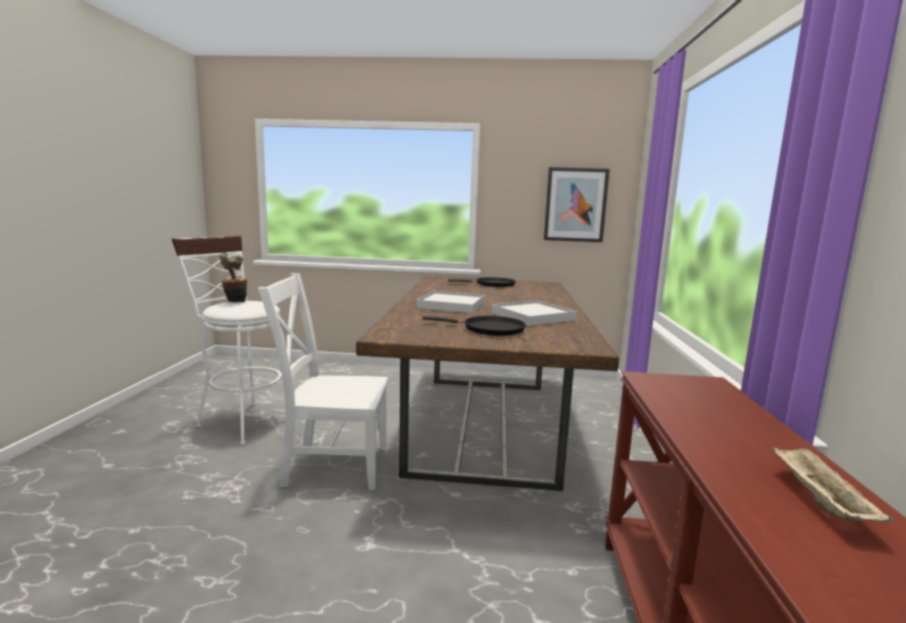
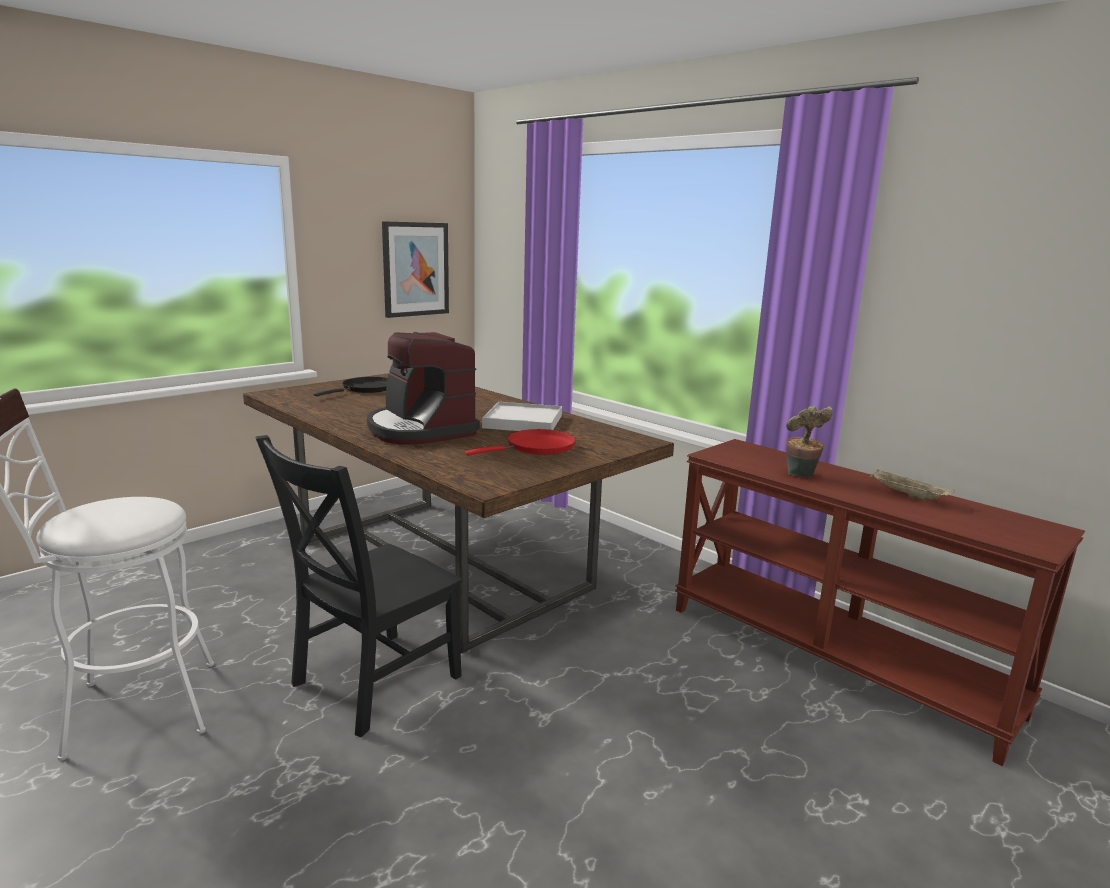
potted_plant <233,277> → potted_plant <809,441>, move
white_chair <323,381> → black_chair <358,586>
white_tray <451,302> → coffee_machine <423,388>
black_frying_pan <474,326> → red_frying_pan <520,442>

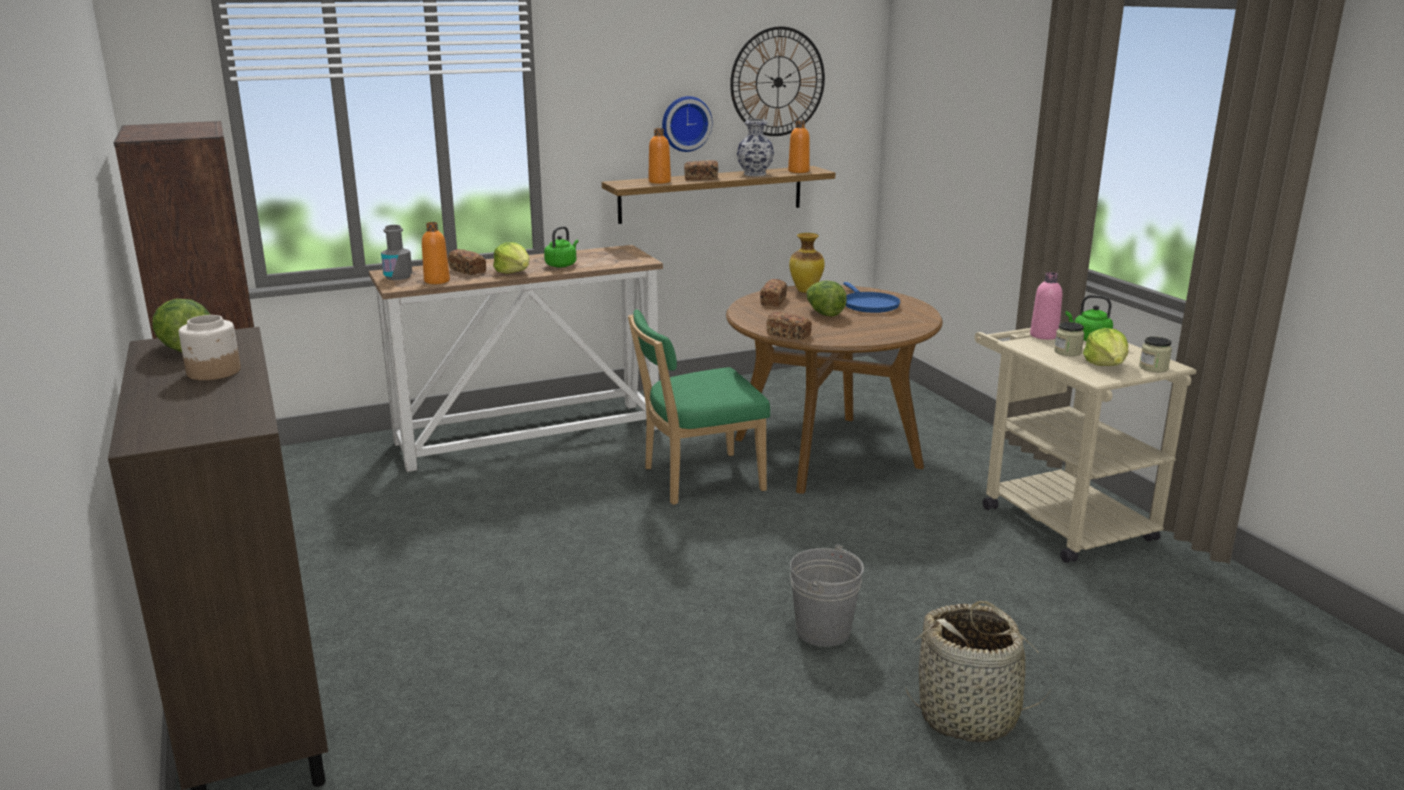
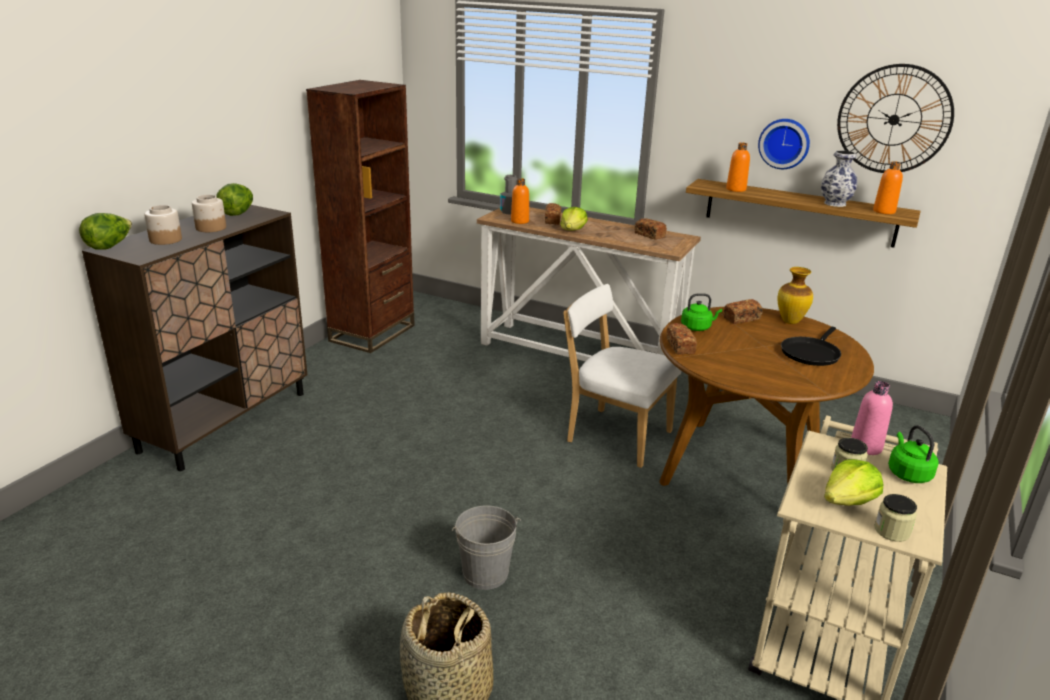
bread <701,170> → bread <651,228>, move
green_kettle <561,247> → green_kettle <701,312>, move
lettuce <826,298> → lettuce <105,231>, move
blue_frying_pan <872,297> → black_frying_pan <811,346>
green_chair <699,407> → white_chair <622,376>
- → jar <163,225>

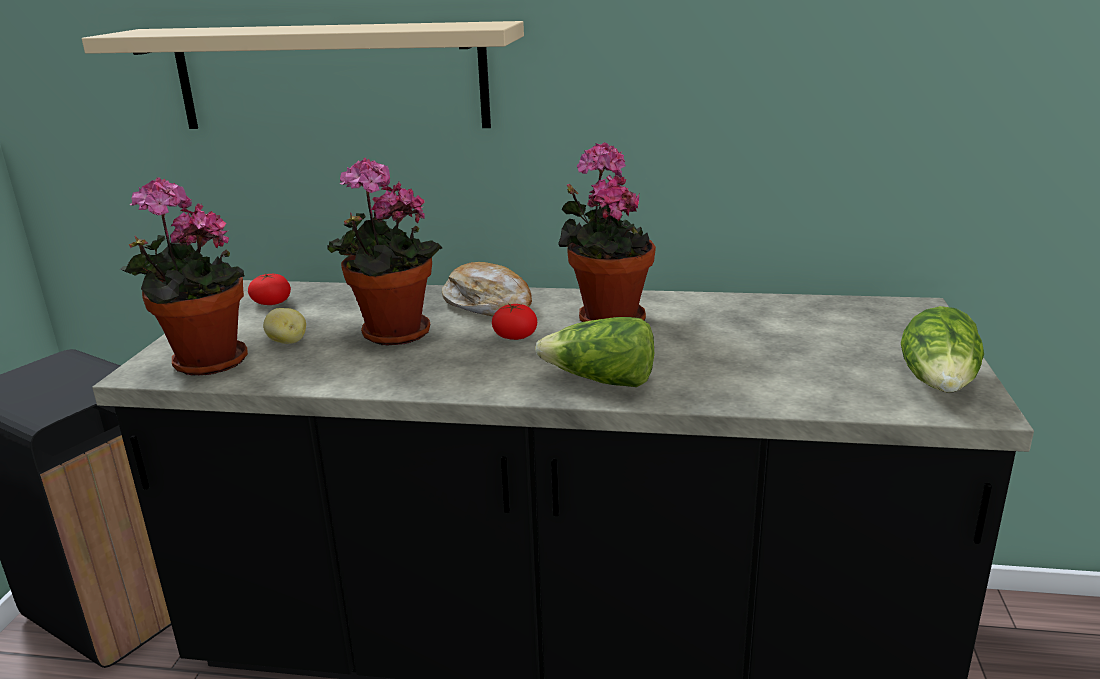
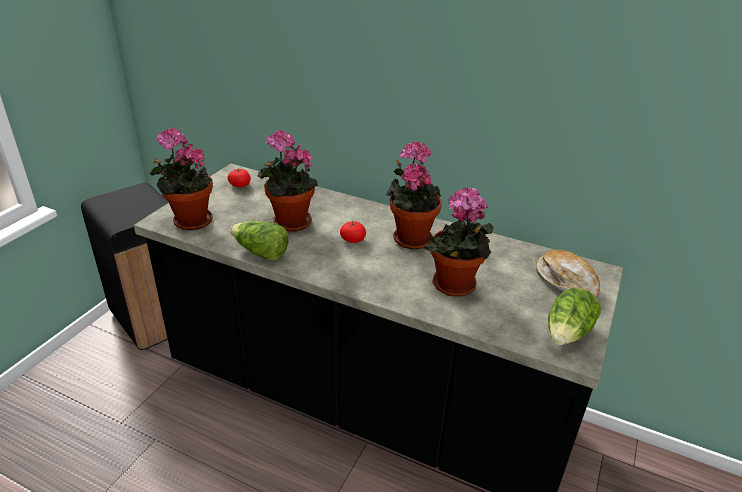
beige_shelf <303,75> → -
bread <487,289> → bread <568,273>, move
potato <284,326> → -
lettuce <594,352> → lettuce <259,241>, move
- → potted_plant <458,241>

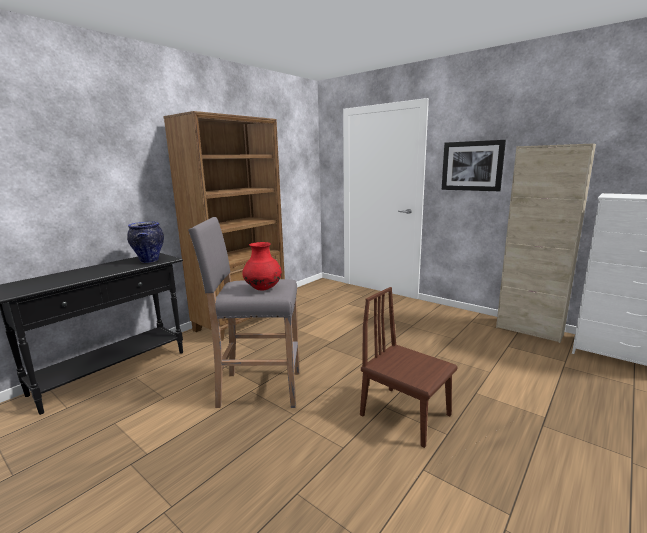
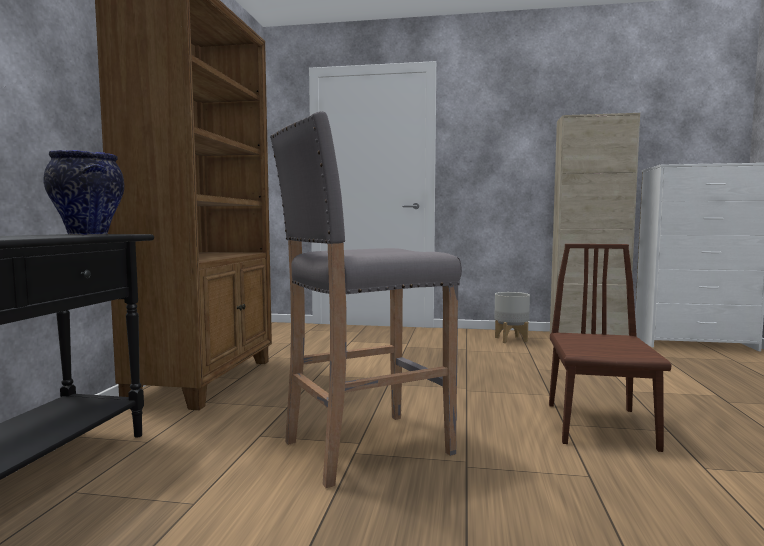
picture <474,165> → -
red_vase <262,266> → -
brown_chair <409,367> → brown_chair <610,348>, 90 degrees clockwise
- → grey_planter <512,317>

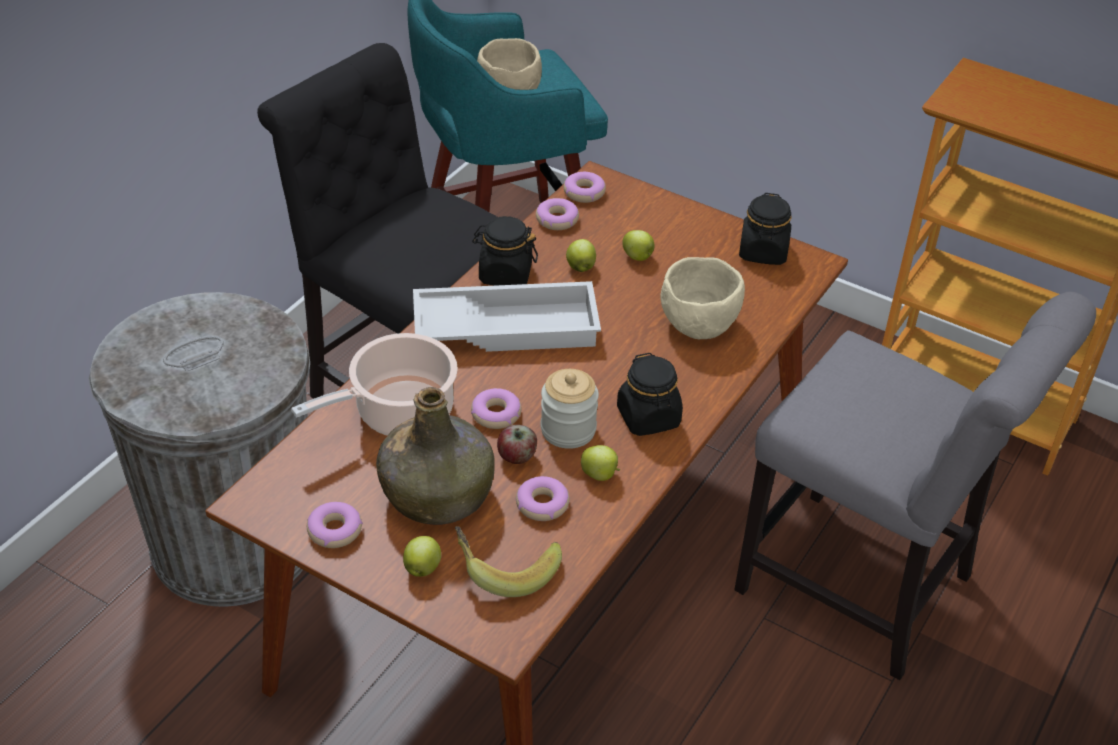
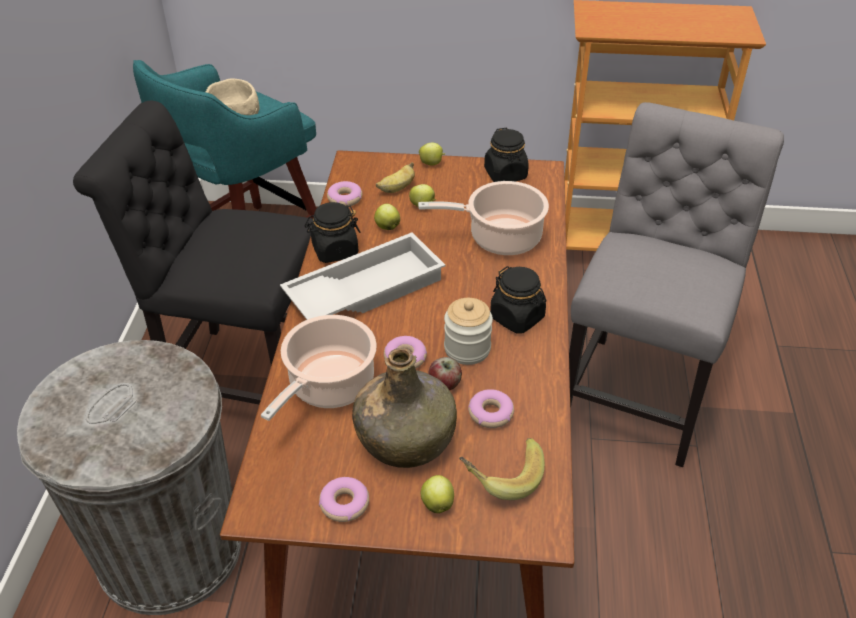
donut <584,187> → -
beige_bowl <702,298> → cooking_pot <483,218>
grey_chair <915,486> → grey_chair <676,284>, 75 degrees counterclockwise
apple <600,463> → apple <432,153>, move
- → banana <395,177>

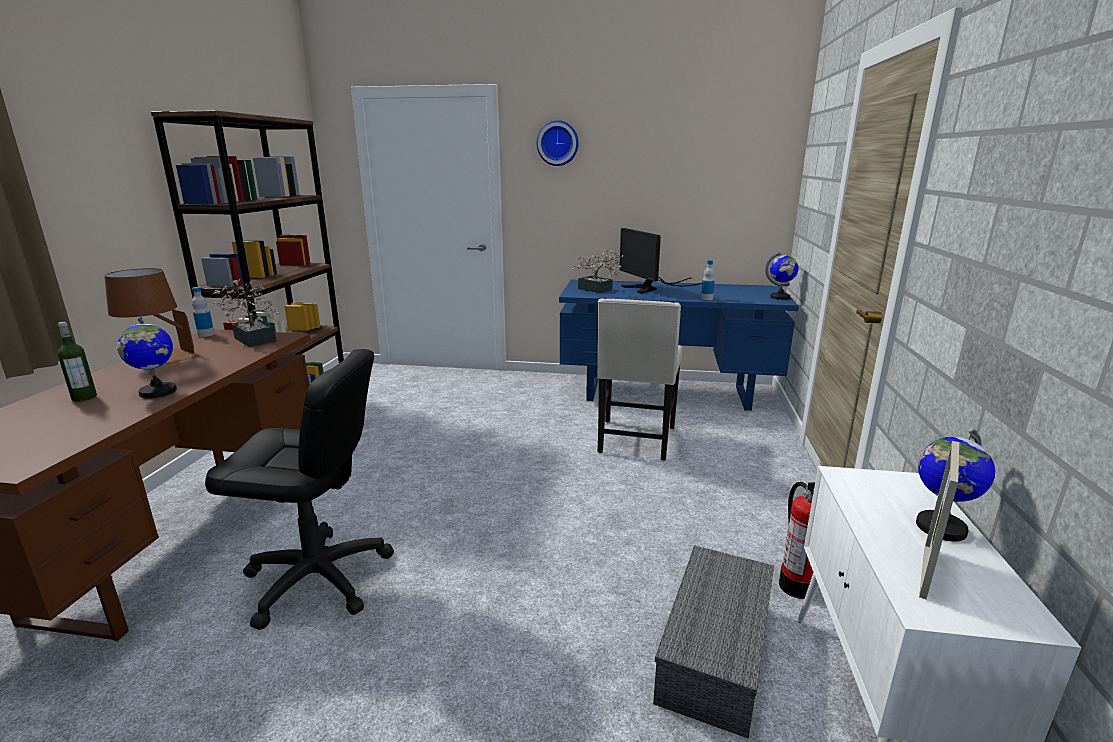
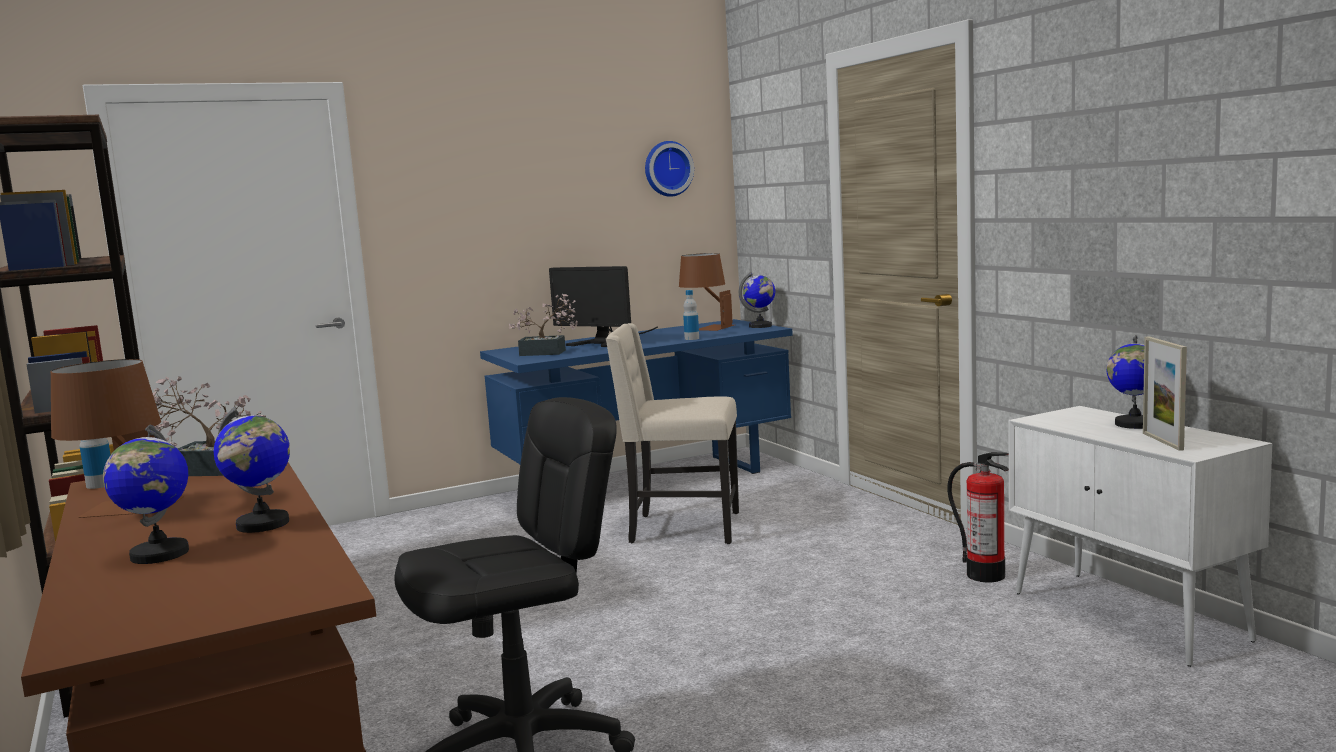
wall_clock <558,143> → wall_clock <669,169>, move
beige_chair <639,379> → beige_chair <672,433>, 120 degrees clockwise
bottle <77,362> → globe <146,494>
grey_storage_box <713,642> → -
- → brown_table_lamp <706,292>

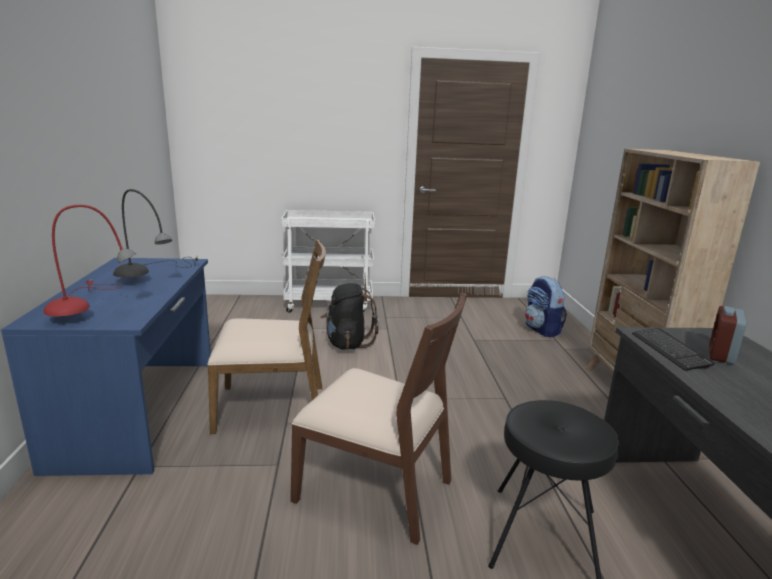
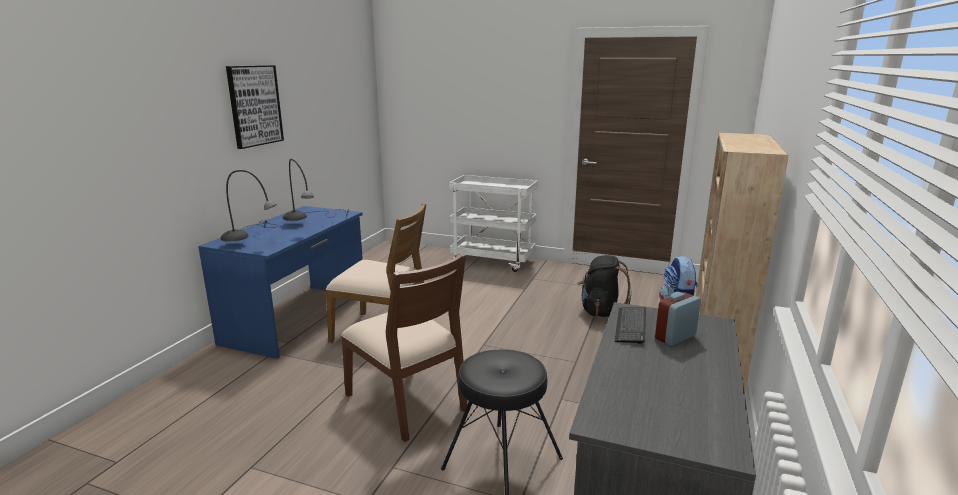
red_table_lamp <90,261> → grey_table_lamp <249,206>
black_backpack <350,316> → black_backpack <604,286>, move
- → picture <255,107>

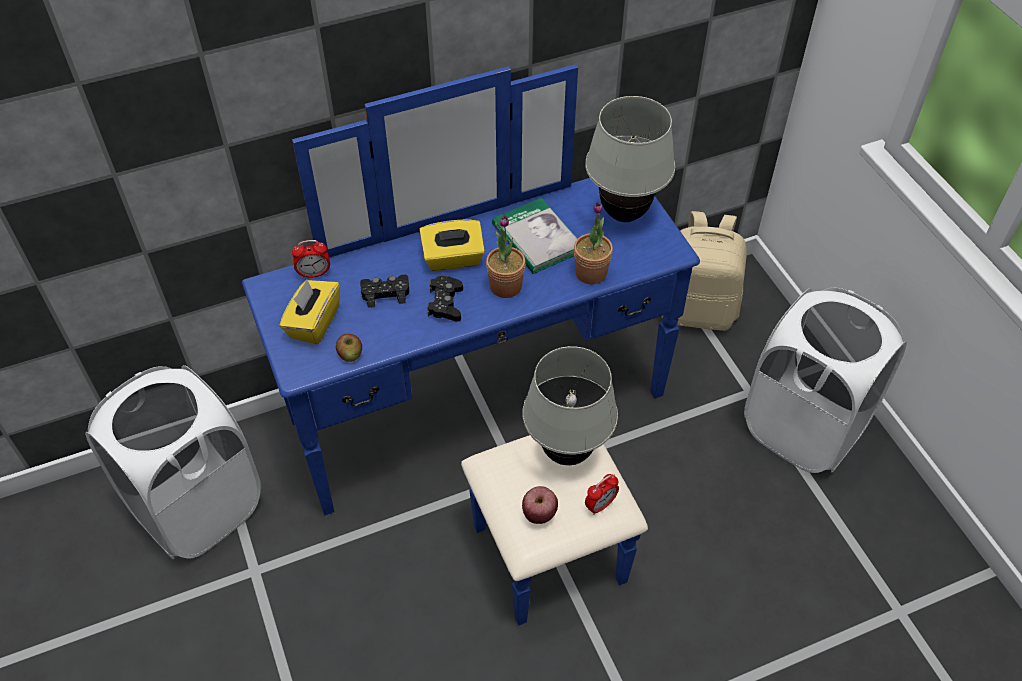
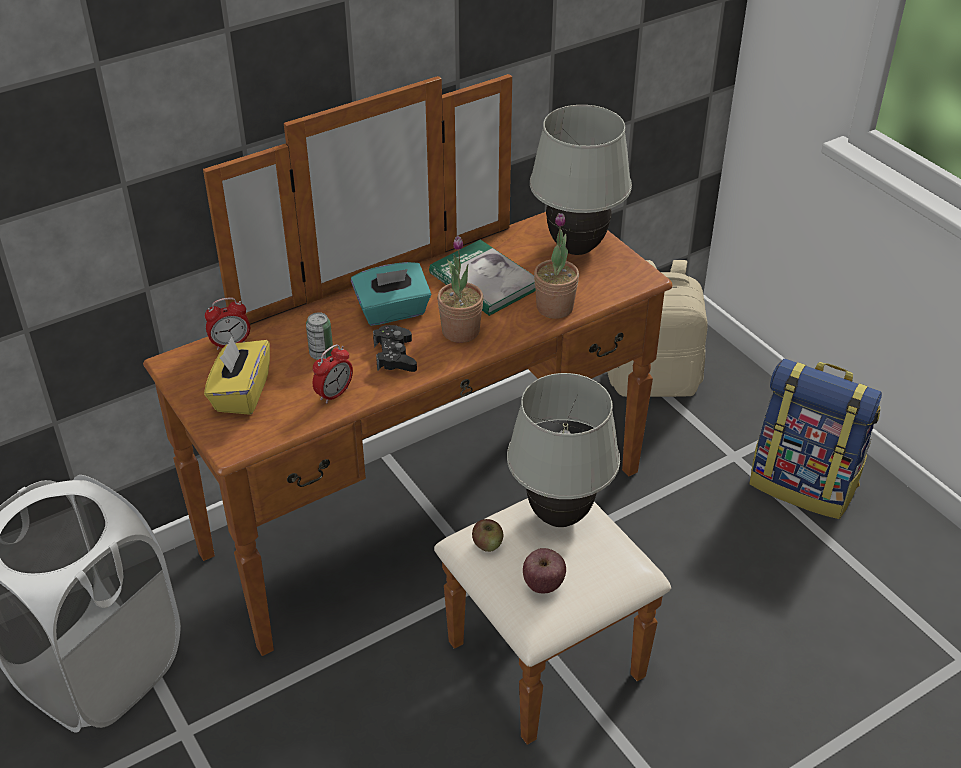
blue_dresser <471,345> → brown_dresser <408,409>
yellow_tissue_box <452,245> → turquoise_tissue_box <391,294>
black_game_controller <384,291> → can <319,336>
white_laundry_basket <825,380> → backpack <815,438>
apple <349,348> → apple <487,535>, move
alarm_clock <602,494> → alarm_clock <333,374>, move

